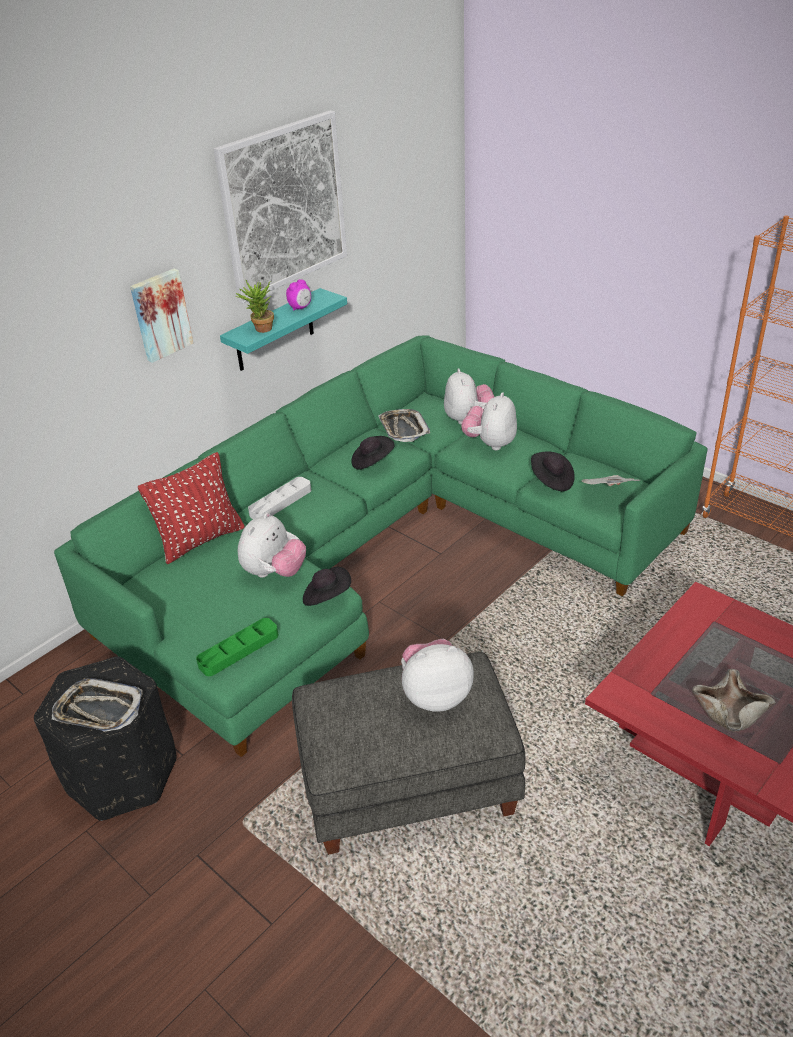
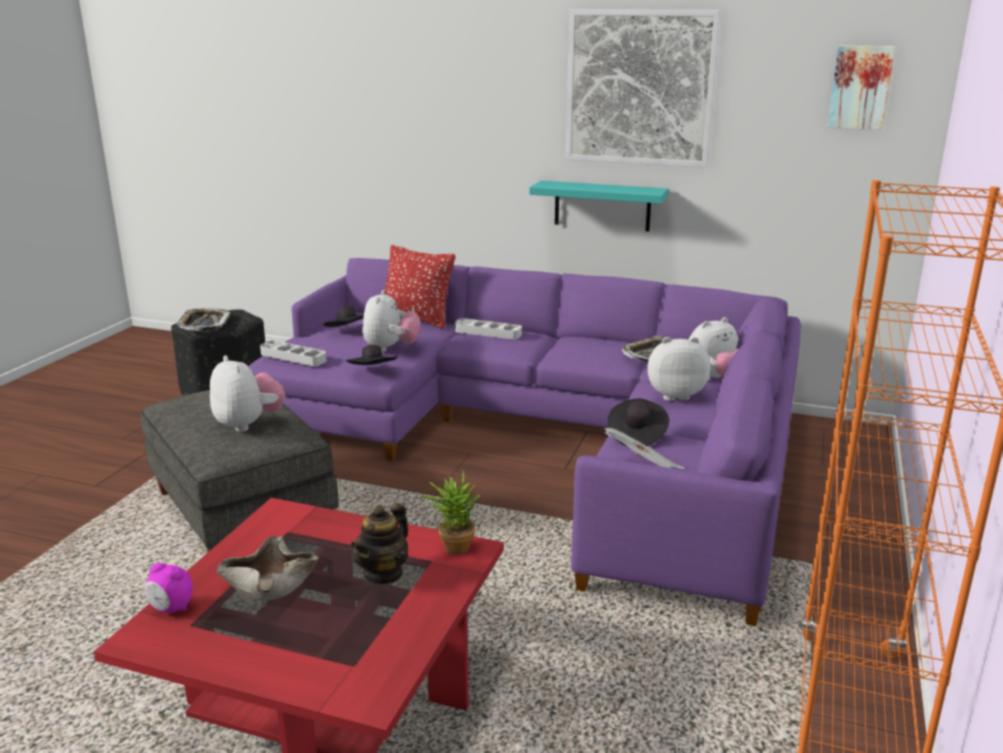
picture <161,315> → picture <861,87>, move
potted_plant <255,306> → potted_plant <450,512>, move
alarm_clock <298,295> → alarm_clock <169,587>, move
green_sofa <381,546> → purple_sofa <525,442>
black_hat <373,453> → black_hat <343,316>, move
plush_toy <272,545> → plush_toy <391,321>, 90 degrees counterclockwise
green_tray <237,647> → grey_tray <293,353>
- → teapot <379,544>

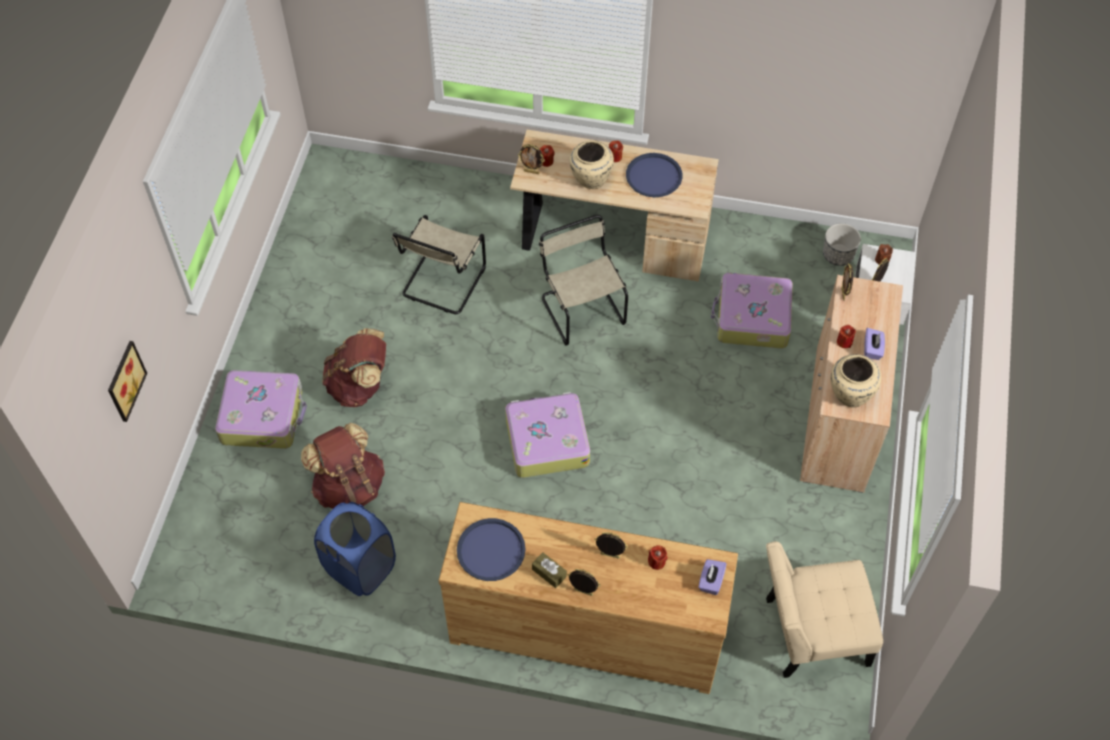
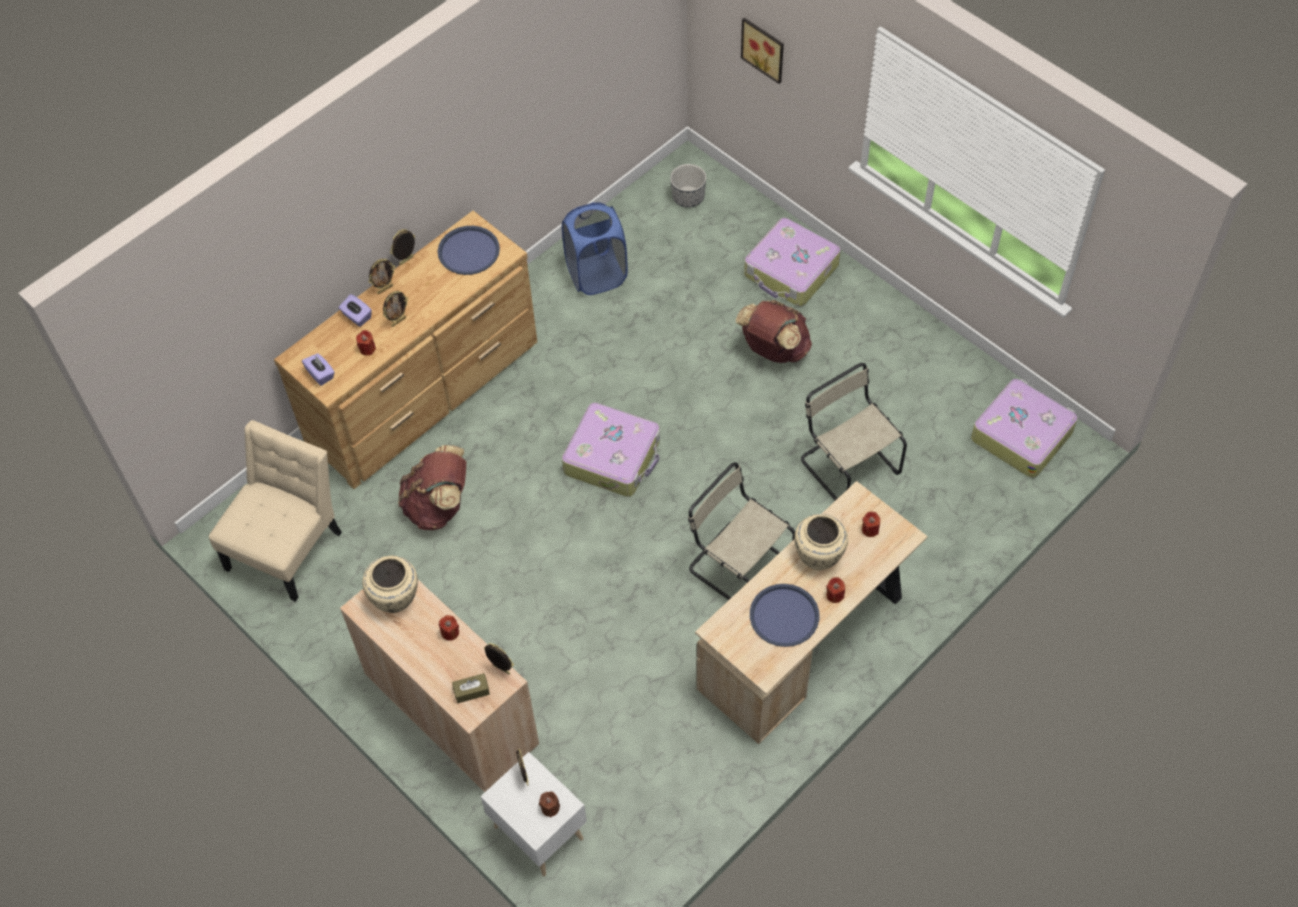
picture_frame <531,159> → picture_frame <402,247>, move
beige_chair <583,280> → beige_chair <741,531>, 150 degrees counterclockwise
planter <842,244> → planter <688,186>, move
suitcase <752,310> → suitcase <1024,428>, move
purple_tissue_box <874,344> → purple_tissue_box <355,310>, move
brown_backpack <343,466> → brown_backpack <432,487>, move
brown_tissue_box <549,570> → brown_tissue_box <471,688>, move

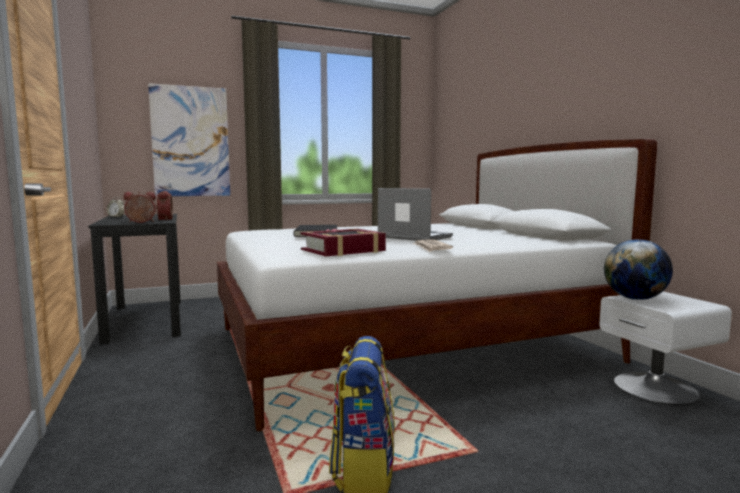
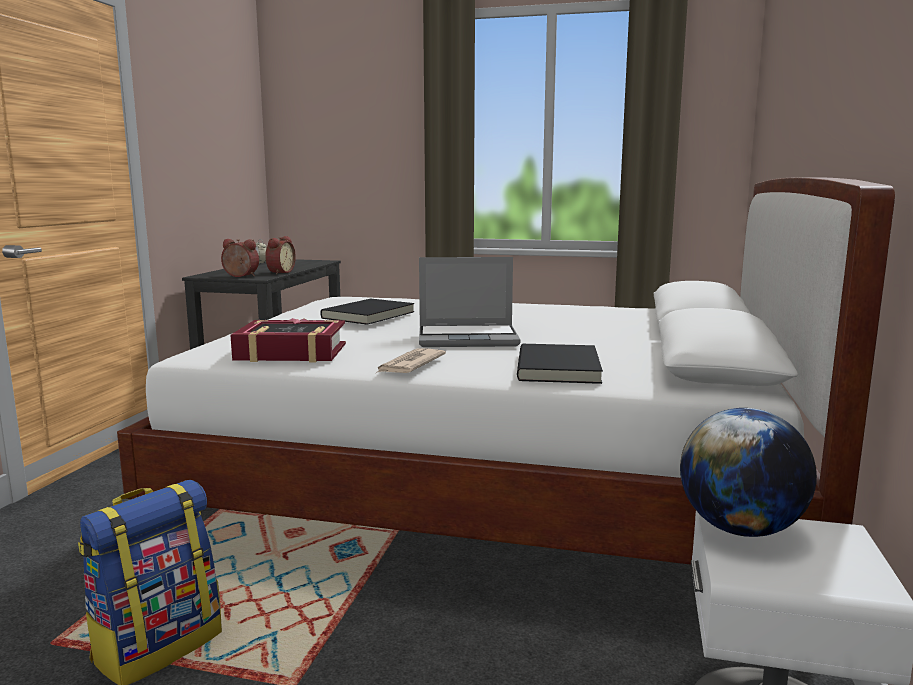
picture <189,139> → -
laptop <415,214> → laptop <469,302>, 105 degrees clockwise
- → black_book <560,364>

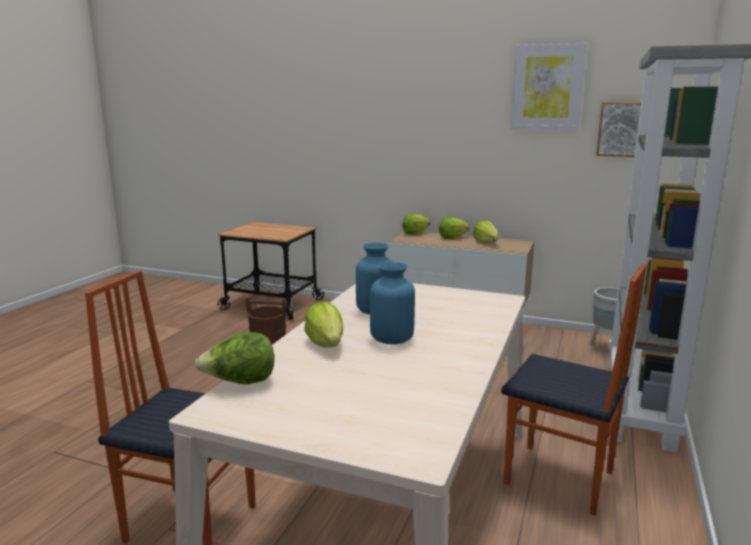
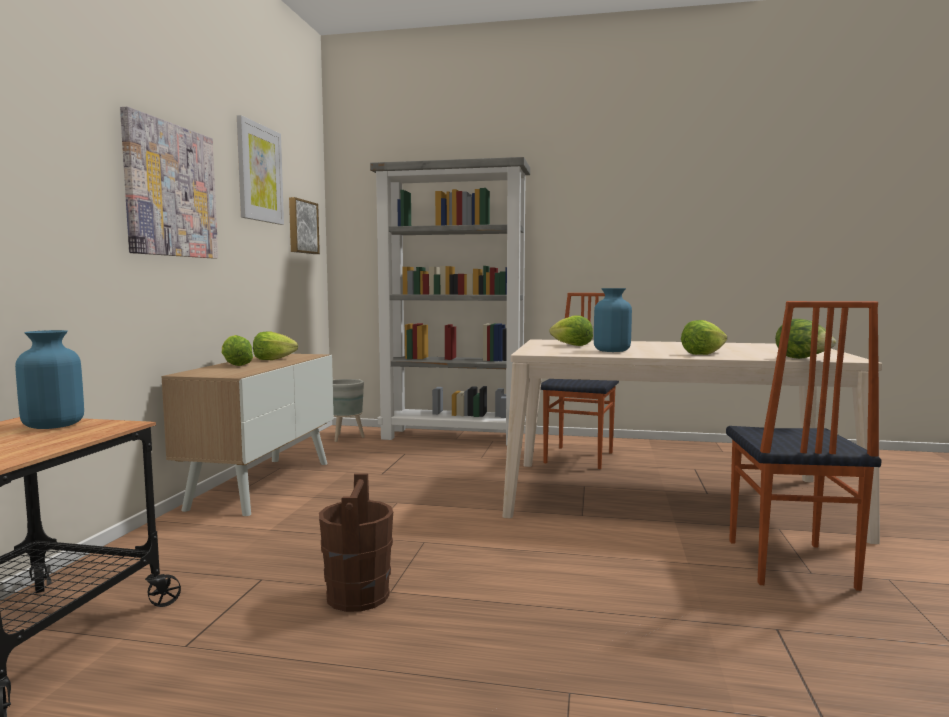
lettuce <416,224> → lettuce <571,330>, move
blue_vase <392,303> → blue_vase <49,379>, move
- → picture <169,182>

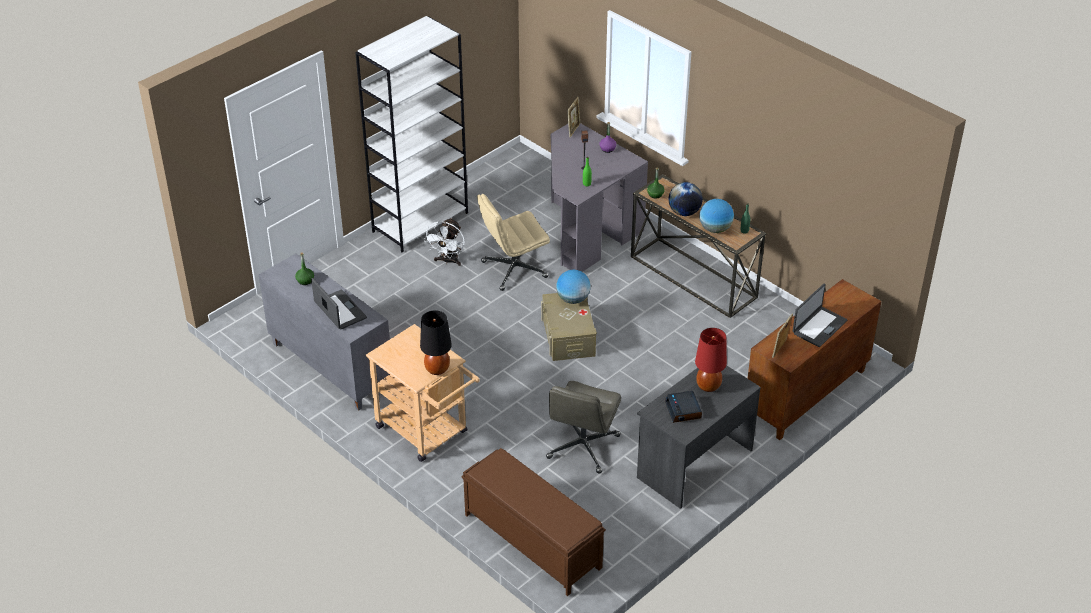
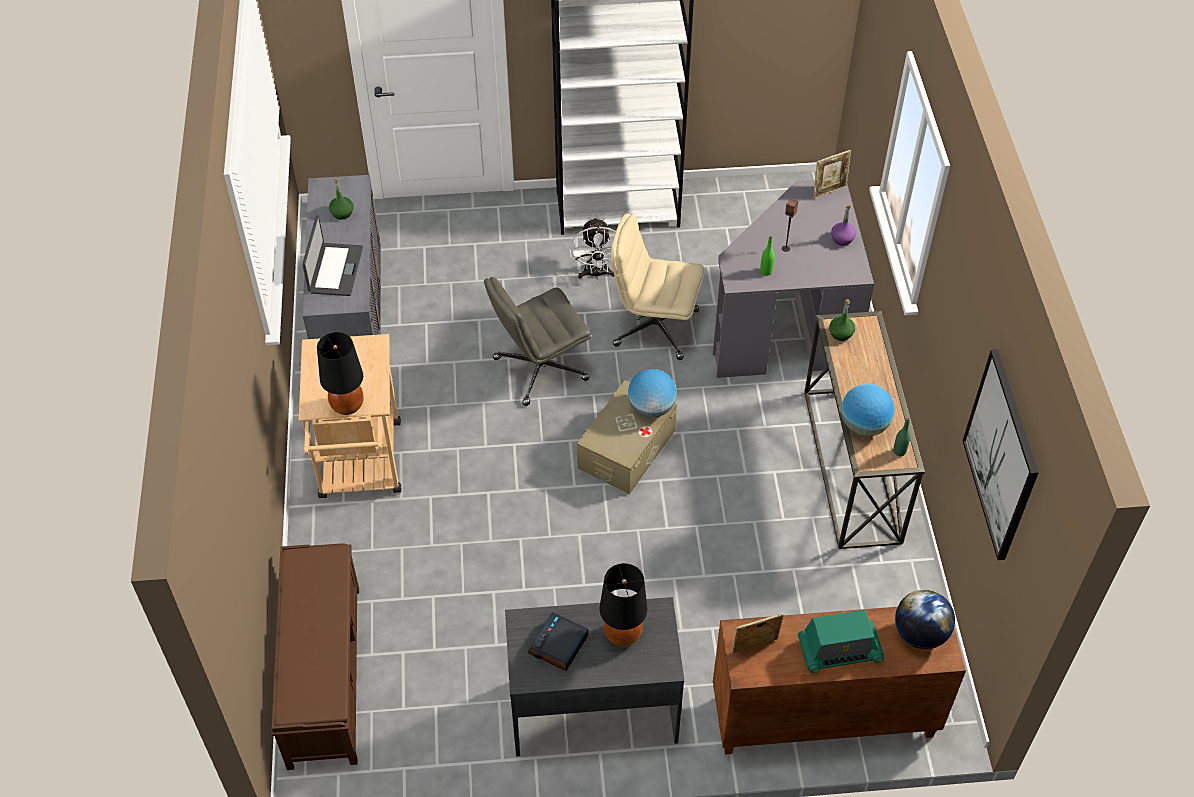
globe <686,199> → globe <925,619>, move
white_fan <444,242> → white_fan <593,248>, 60 degrees counterclockwise
laptop <819,315> → radio <841,641>
red_table_lamp <711,360> → black_table_lamp <623,604>
grey_office_chair <583,427> → grey_office_chair <537,341>, move
- → picture <1000,454>

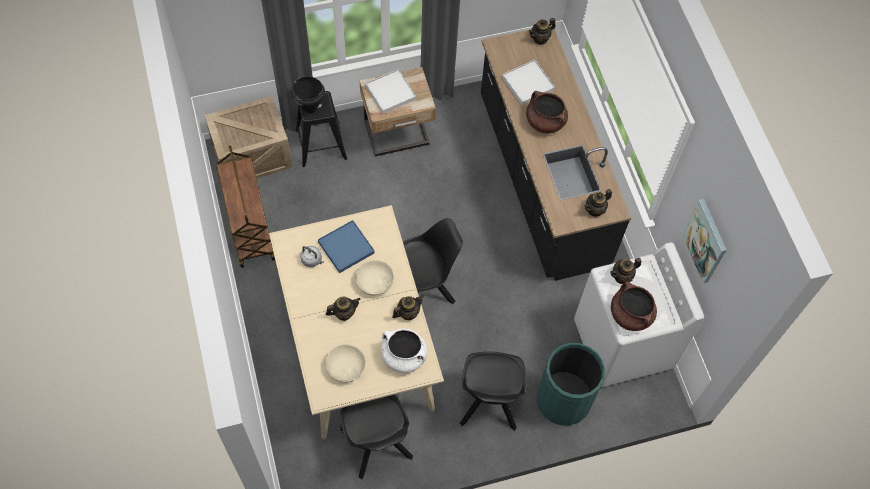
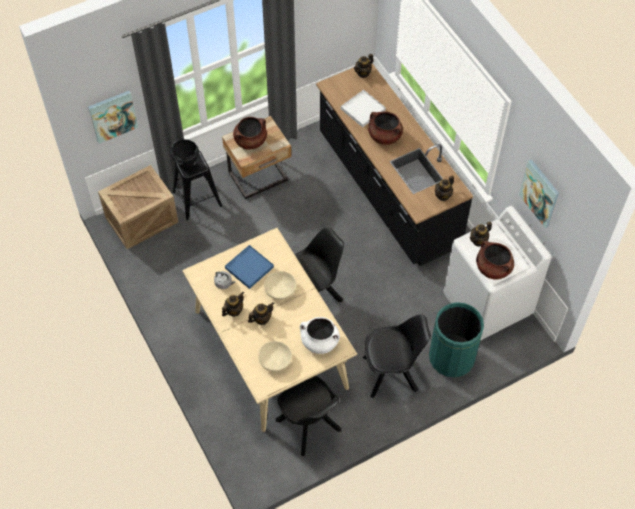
white_tray <391,91> → brown_cooking_pot <250,133>
brown_cart <245,207> → -
teapot <408,307> → teapot <233,304>, move
black_chair <493,391> → black_chair <397,356>, 90 degrees counterclockwise
- → picture <113,117>

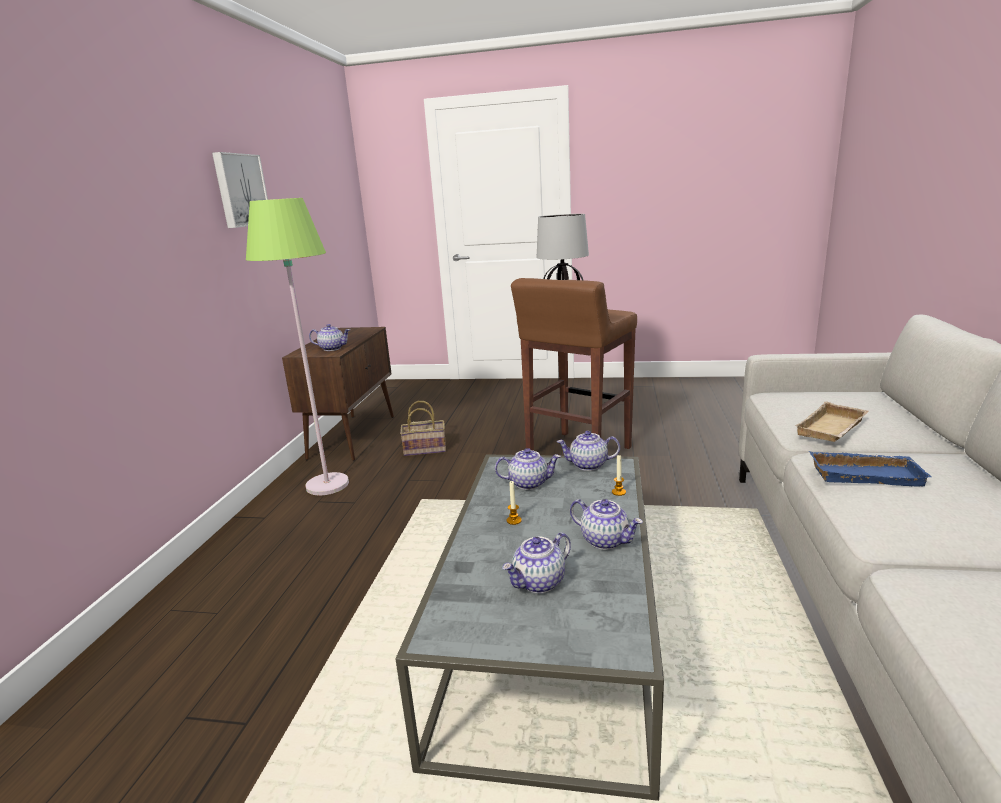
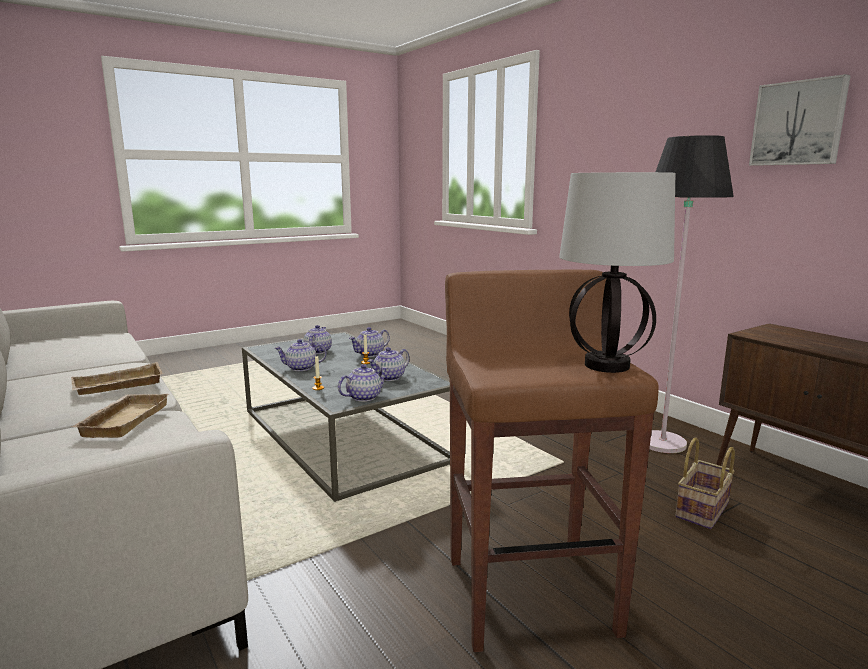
green_floor_lamp <297,346> → black_floor_lamp <691,294>
teapot <329,337> → teapot <369,342>, move
blue_tray <870,469> → beige_tray <117,378>

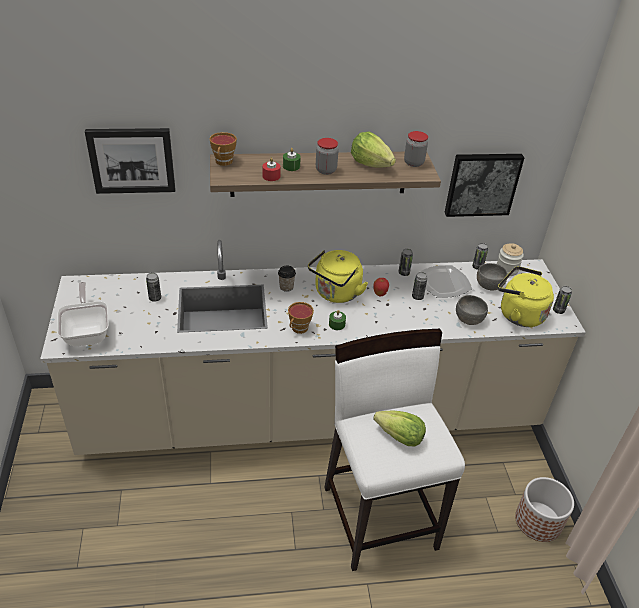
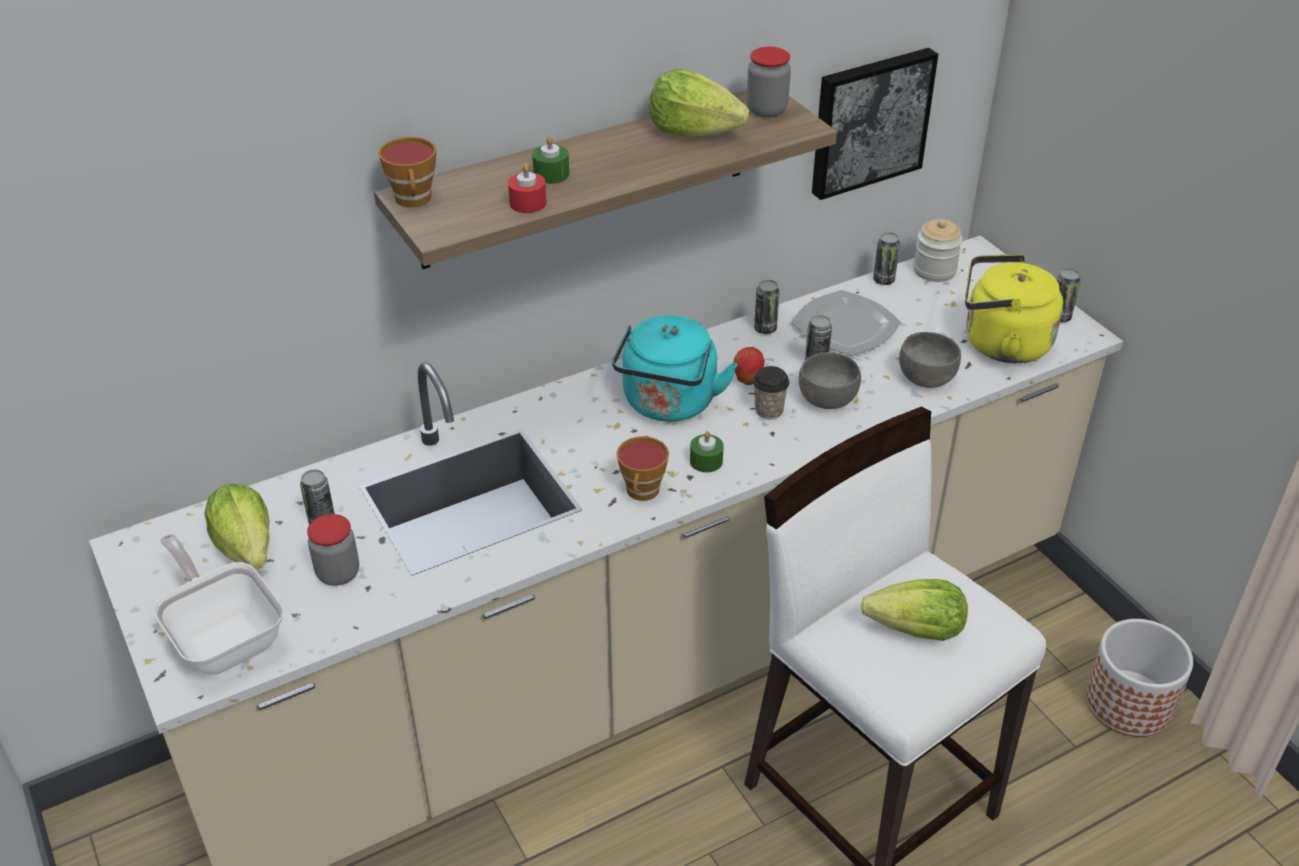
picture <130,161> → -
jar <327,156> → jar <333,550>, move
yellow_kettle <338,276> → turquoise_kettle <674,368>
grey_bowl <492,276> → grey_bowl <830,380>, move
cup <287,279> → cup <771,392>, move
- → lettuce <237,526>

